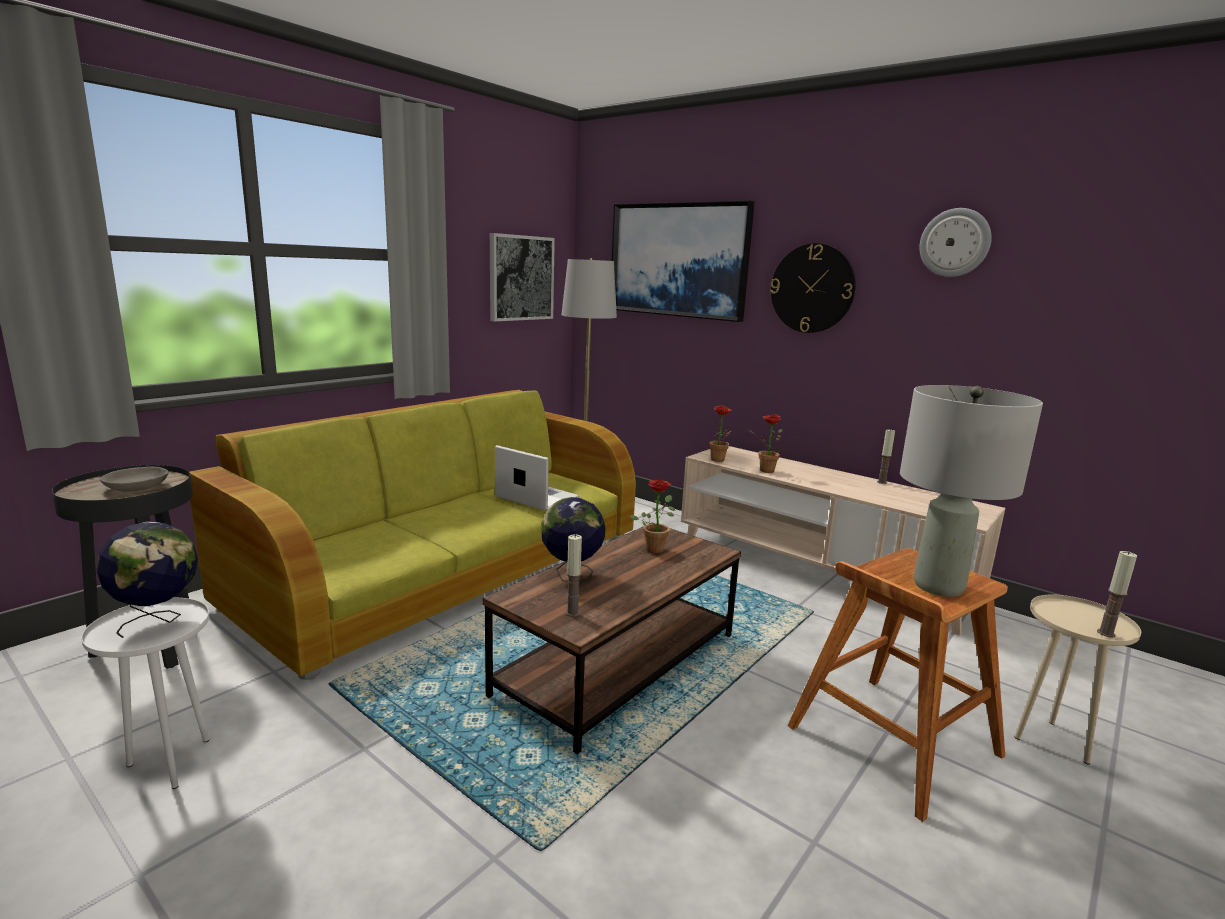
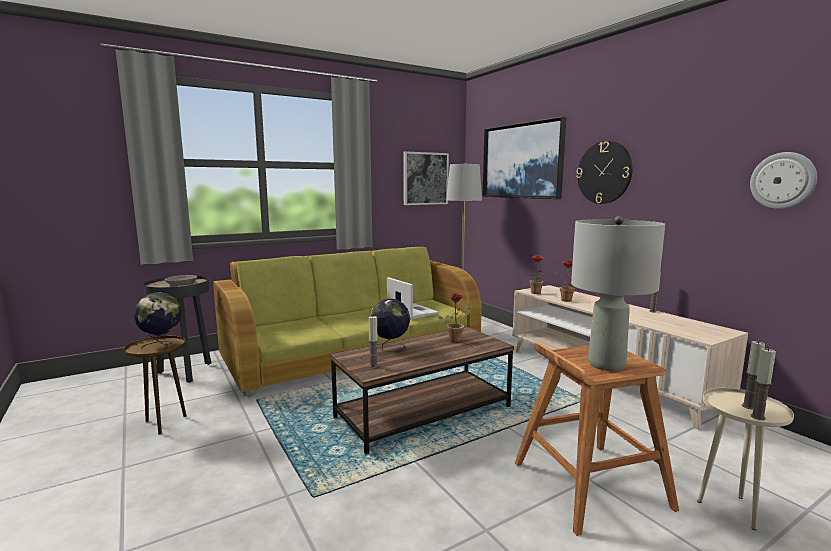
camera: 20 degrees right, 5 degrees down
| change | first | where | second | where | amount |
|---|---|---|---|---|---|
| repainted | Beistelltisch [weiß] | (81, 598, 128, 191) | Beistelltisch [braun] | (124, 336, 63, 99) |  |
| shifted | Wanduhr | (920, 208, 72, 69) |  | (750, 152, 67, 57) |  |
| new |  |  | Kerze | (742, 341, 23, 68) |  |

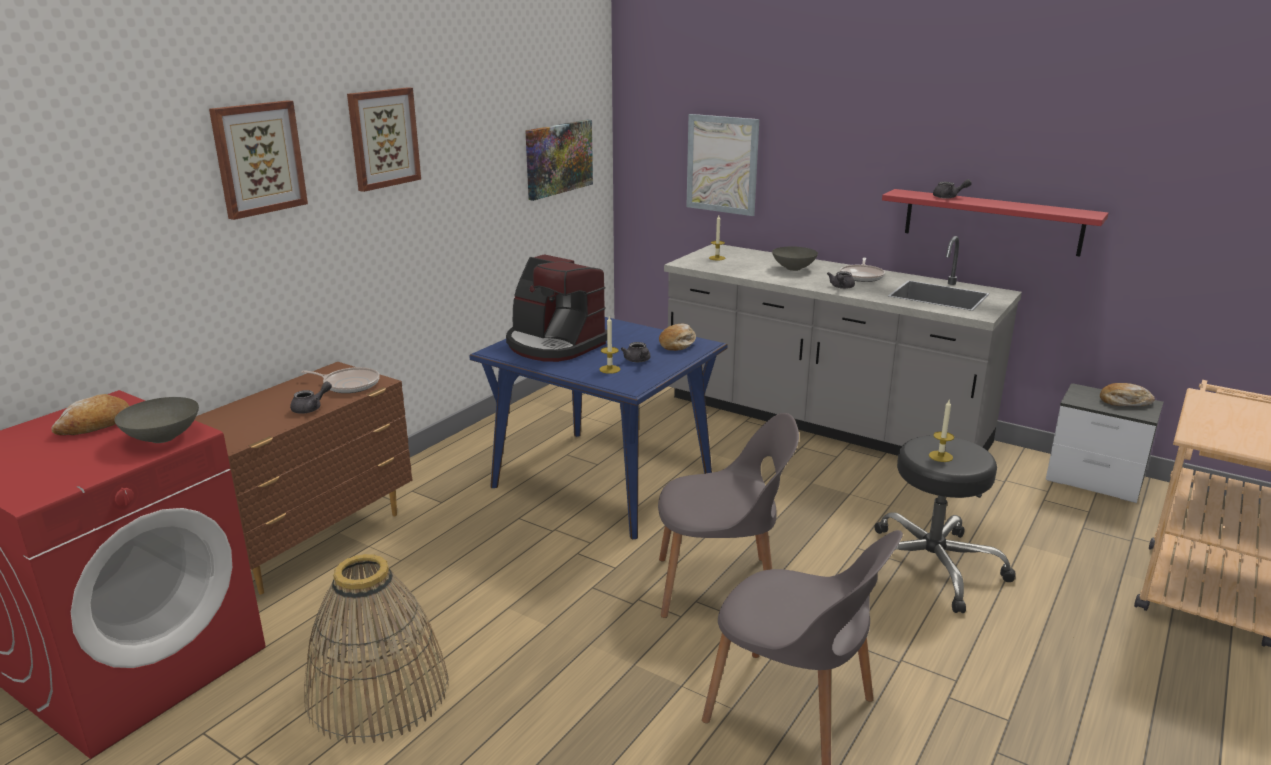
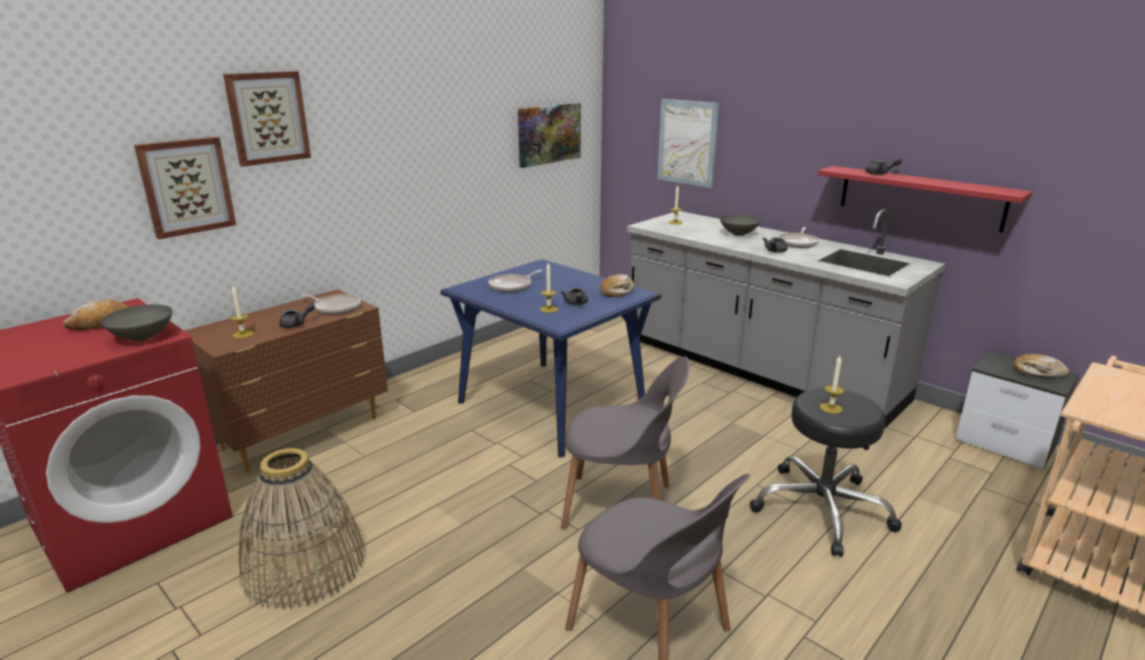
camera: 10 degrees right, 0 degrees up
| change | first | where | second | where | amount |
|---|---|---|---|---|---|
| shifted | Bild | (347, 87, 74, 105) |  | (134, 137, 102, 102) |  |
| swapped | Kaffeemaschine | (506, 254, 101, 108) | Pfanne | (489, 270, 54, 22) |  |
| new |  |  | Kerze | (230, 286, 24, 53) |  |

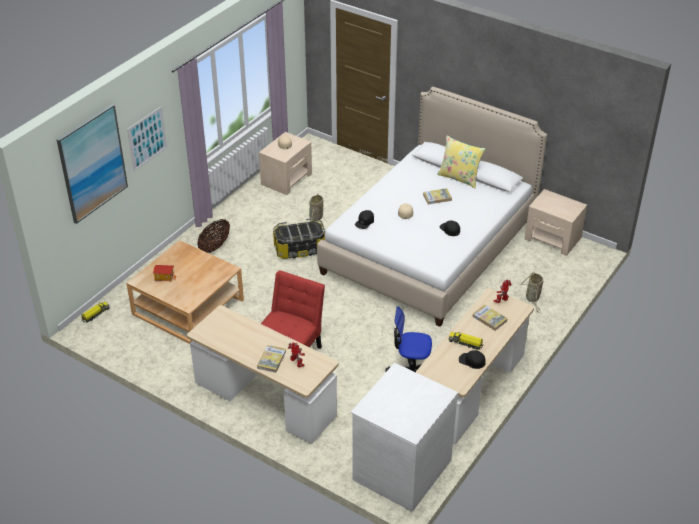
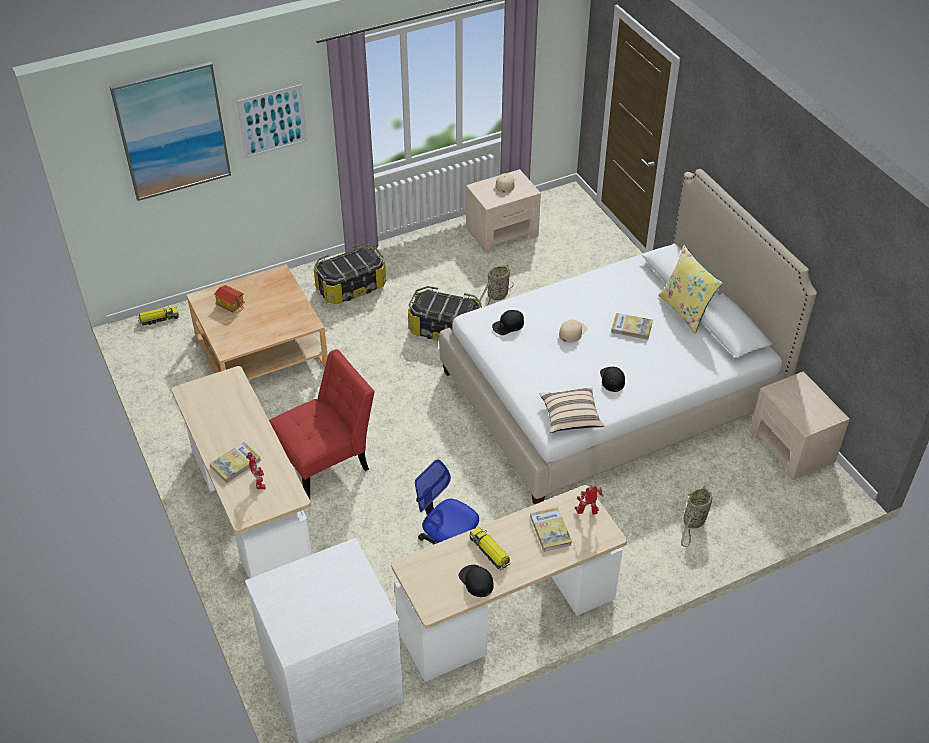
camera: 30 degrees right, 5 degrees up
| change | first | where | second | where | amount |
|---|---|---|---|---|---|
| swapped | Korb | (197, 219, 33, 34) | Aufbewahrungsbox | (314, 243, 72, 61) |  |
| new |  |  | Kissen [beige] | (540, 387, 65, 46) |  |

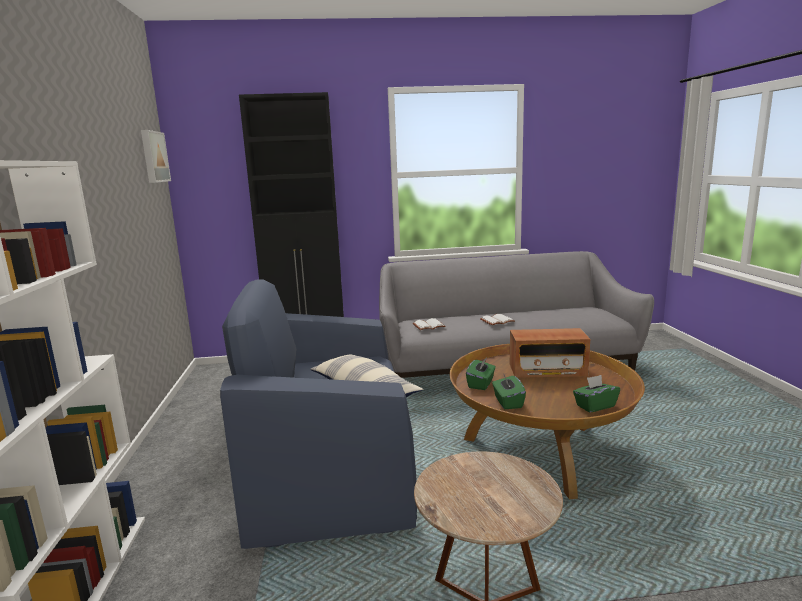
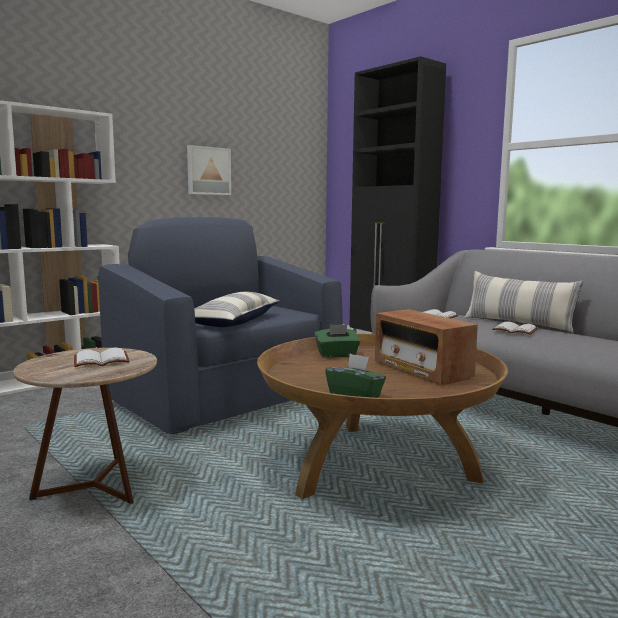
camera: 55 degrees right, 5 degrees down
| change | first | where | second | where | amount |
|---|---|---|---|---|---|
| shifted | Bild | (141, 130, 30, 53) |  | (187, 145, 44, 50) |  |
| gone | Taschentuchbox [grün] | (492, 375, 34, 34) |  |  |  |
| new |  |  | Buch [weiß] | (74, 348, 55, 19) |  |
| new |  |  | Kissen | (464, 271, 119, 62) |  |

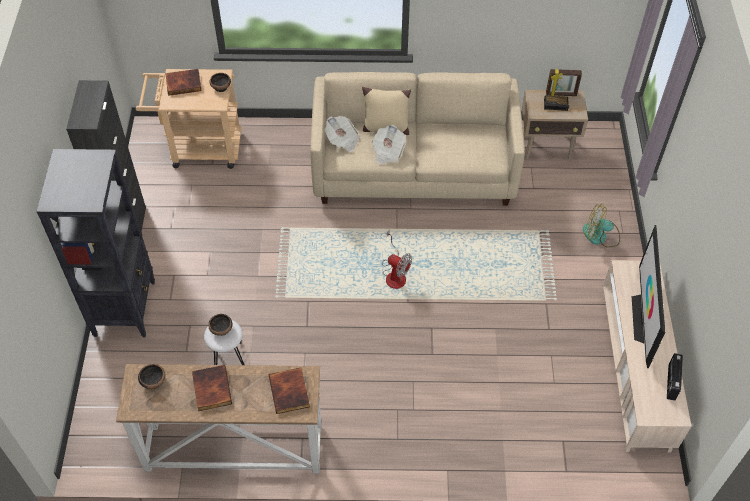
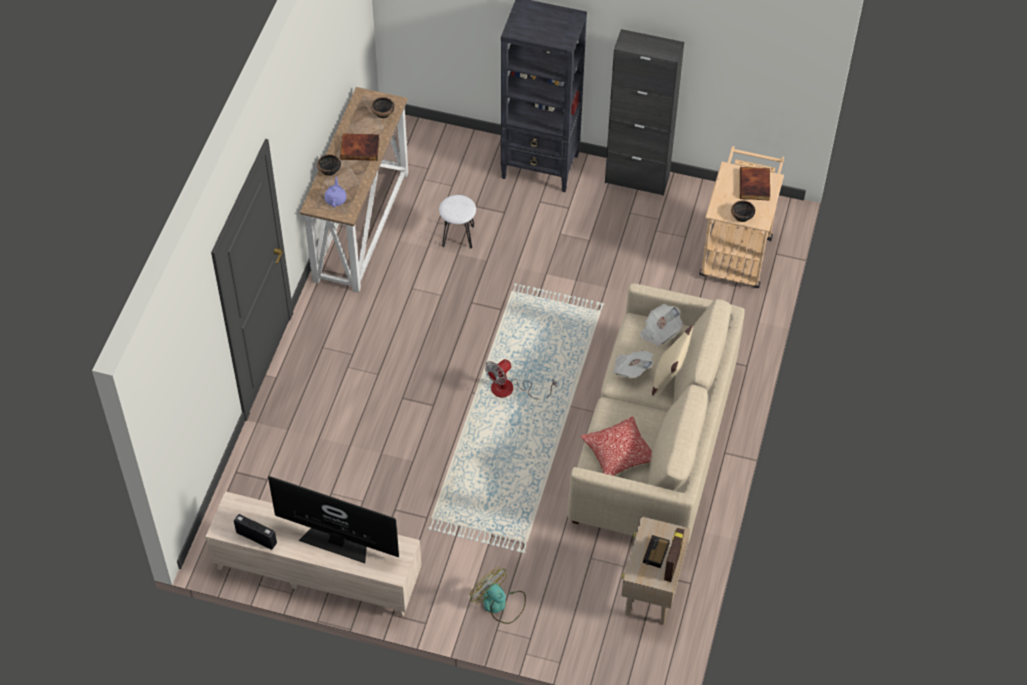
camera: 105 degrees right, 0 degrees up
| change | first | where | second | where | amount |
|---|---|---|---|---|---|
| shifted | Schüssel | (208, 314, 24, 22) |  | (317, 154, 24, 22) |  |
| swapped | Buch | (269, 368, 41, 46) | Teekanne [lila] | (325, 177, 22, 31) |  |
| rotated | Ventilator | (583, 204, 37, 43) |  | (470, 567, 56, 57) | 75 degrees counterclockwise |
| new |  |  | Kissen | (581, 416, 71, 60) |  |

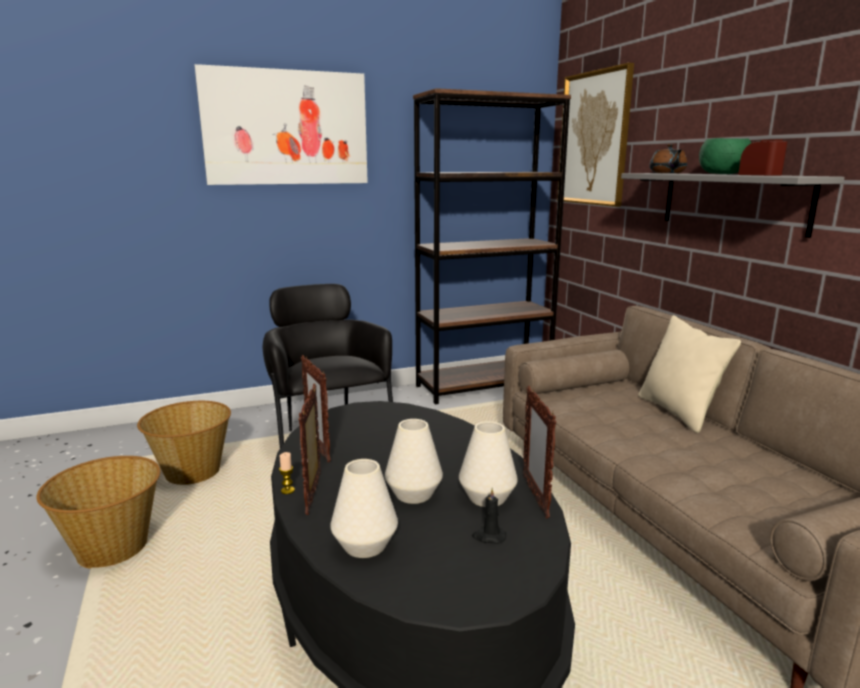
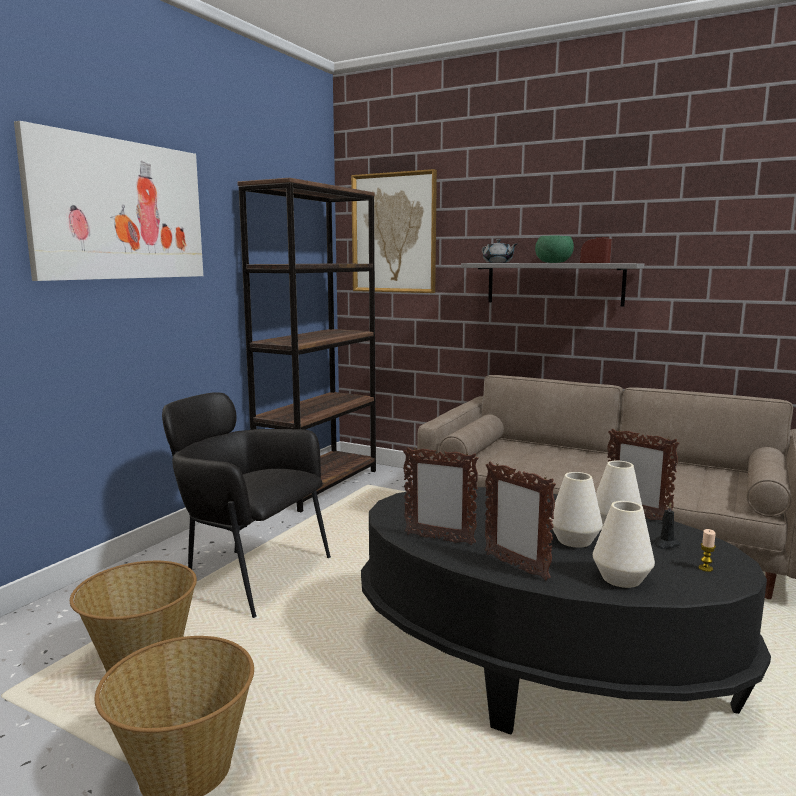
camera: 40 degrees left, 5 degrees down
| change | first | where | second | where | amount |
|---|---|---|---|---|---|
| shifted | Kerze | (279, 452, 16, 42) |  | (698, 529, 18, 43) |  |
| gone | Kissen [beige] | (638, 315, 103, 118) |  |  |  |
| repainted | Teekanne [braun] | (649, 144, 38, 29) | Teekanne [grau] | (482, 239, 35, 24) |  |

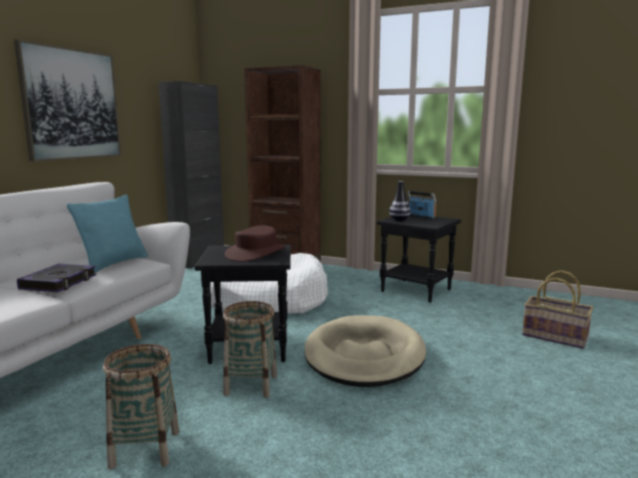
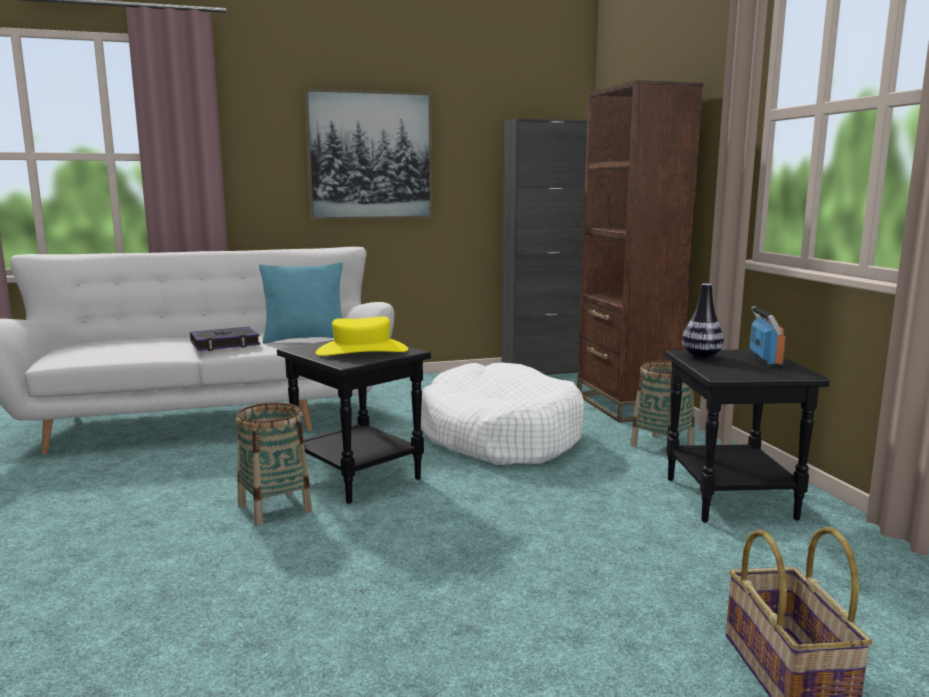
camera: 50 degrees right, 0 degrees up
| change | first | where | second | where | amount |
|---|---|---|---|---|---|
| shifted | Korb | (103, 344, 76, 125) |  | (630, 361, 64, 96) |  |
| repainted | Hut [braun] | (225, 225, 61, 37) | Hut [gelb] | (316, 317, 92, 39) |  |
| gone | Hundebett [beige] | (305, 315, 121, 72) |  |  |  |

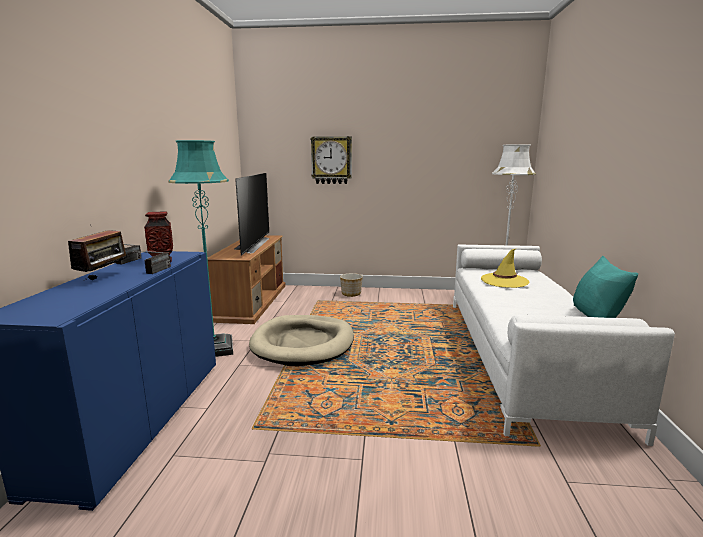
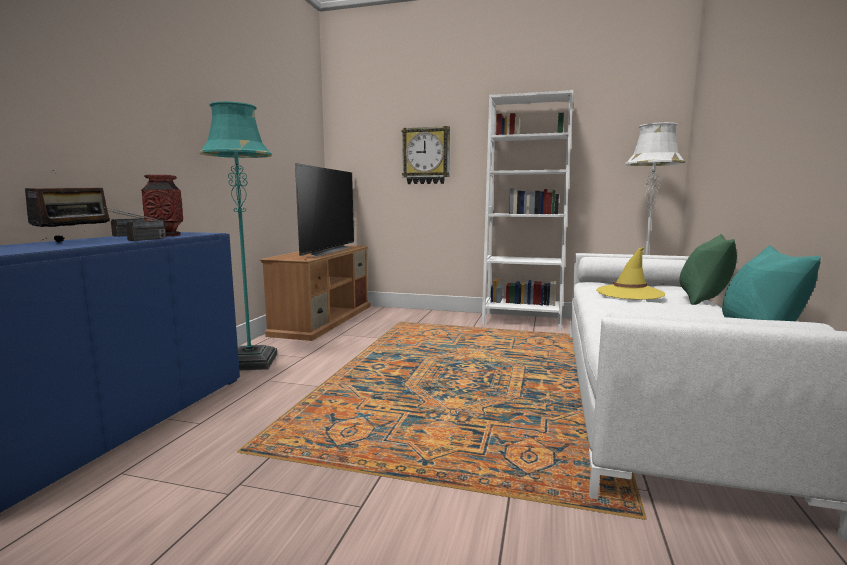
camera: 10 degrees right, 5 degrees down
| change | first | where | second | where | amount |
|---|---|---|---|---|---|
| gone | Hundebett [beige] | (249, 315, 105, 51) |  |  |  |
| gone | Pflanzkübel | (340, 273, 23, 24) |  |  |  |
| new |  |  | Bücherregal [weiß] | (482, 90, 91, 240) |  |
| new |  |  | Kissen [grün] | (679, 234, 58, 71) |  |

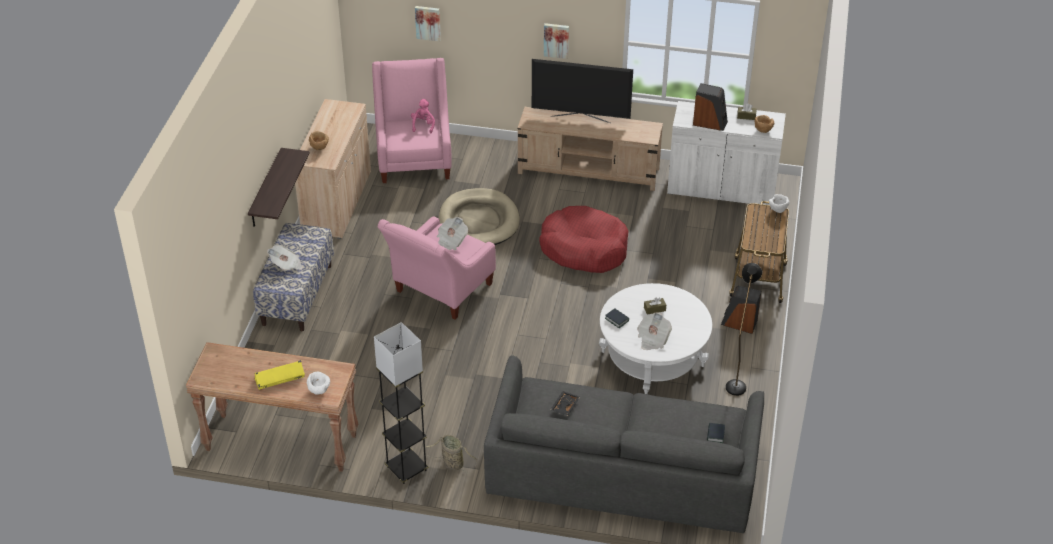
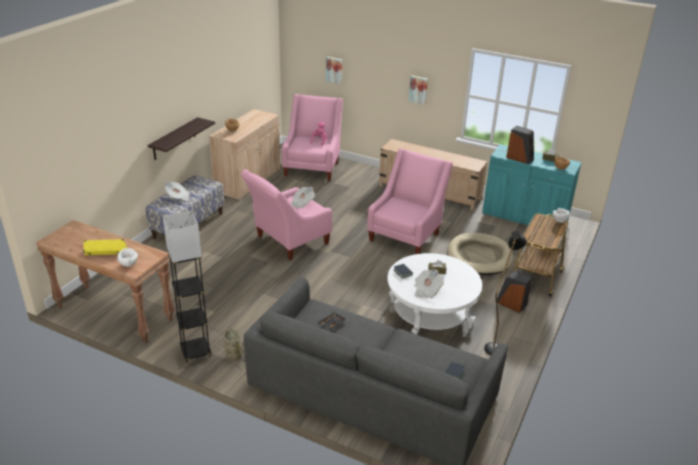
camera: 15 degrees right, 10 degrees down
| change | first | where | second | where | amount |
|---|---|---|---|---|---|
| shifted | Hundebett [beige] | (439, 188, 80, 57) |  | (447, 233, 66, 42) |  |
| gone | Fernseher | (532, 59, 101, 64) |  |  |  |
| swapped | Hundebett [rot] | (539, 206, 90, 67) | Sessel [rosa] | (367, 148, 86, 106) |  |
| repainted | Schrank [weiß] | (667, 101, 119, 104) | Schrank [türkis] | (482, 144, 100, 89) |  |

